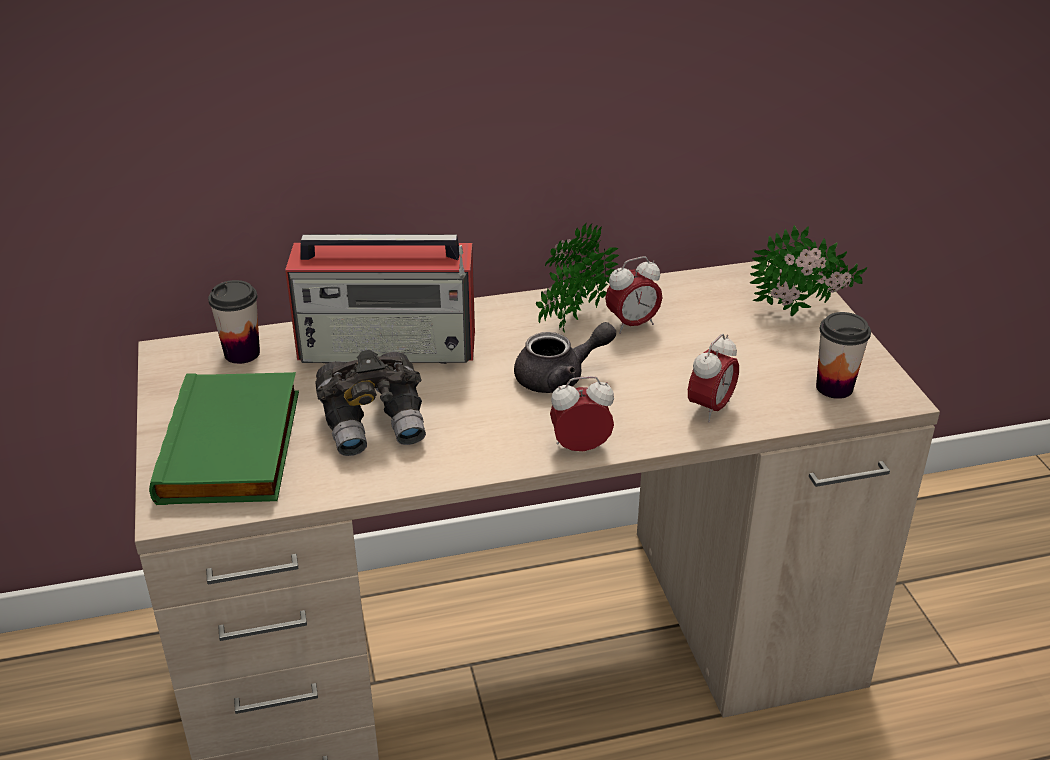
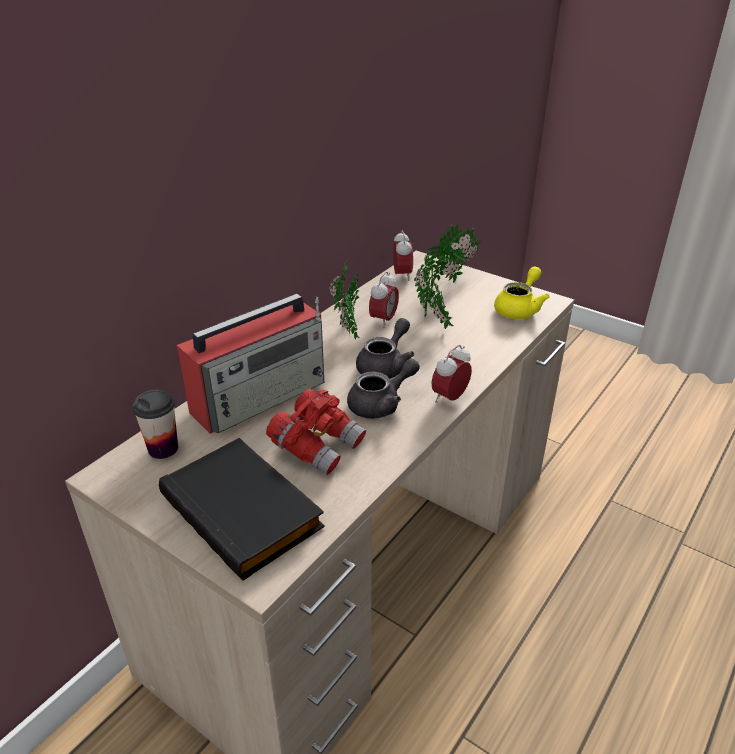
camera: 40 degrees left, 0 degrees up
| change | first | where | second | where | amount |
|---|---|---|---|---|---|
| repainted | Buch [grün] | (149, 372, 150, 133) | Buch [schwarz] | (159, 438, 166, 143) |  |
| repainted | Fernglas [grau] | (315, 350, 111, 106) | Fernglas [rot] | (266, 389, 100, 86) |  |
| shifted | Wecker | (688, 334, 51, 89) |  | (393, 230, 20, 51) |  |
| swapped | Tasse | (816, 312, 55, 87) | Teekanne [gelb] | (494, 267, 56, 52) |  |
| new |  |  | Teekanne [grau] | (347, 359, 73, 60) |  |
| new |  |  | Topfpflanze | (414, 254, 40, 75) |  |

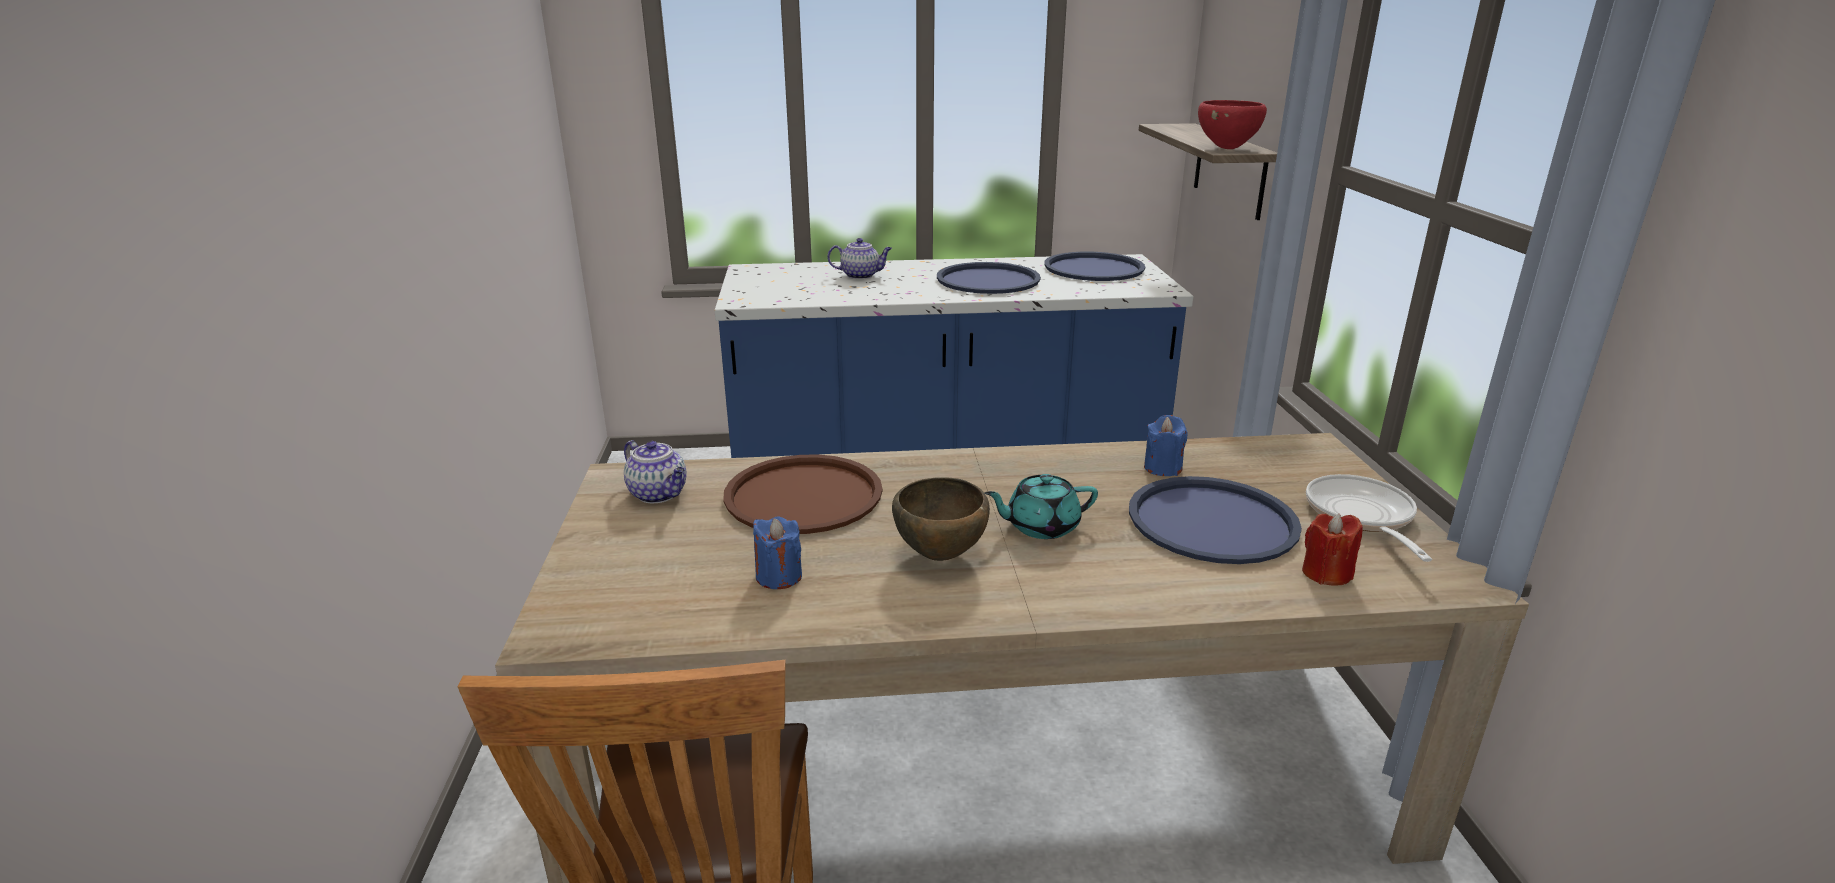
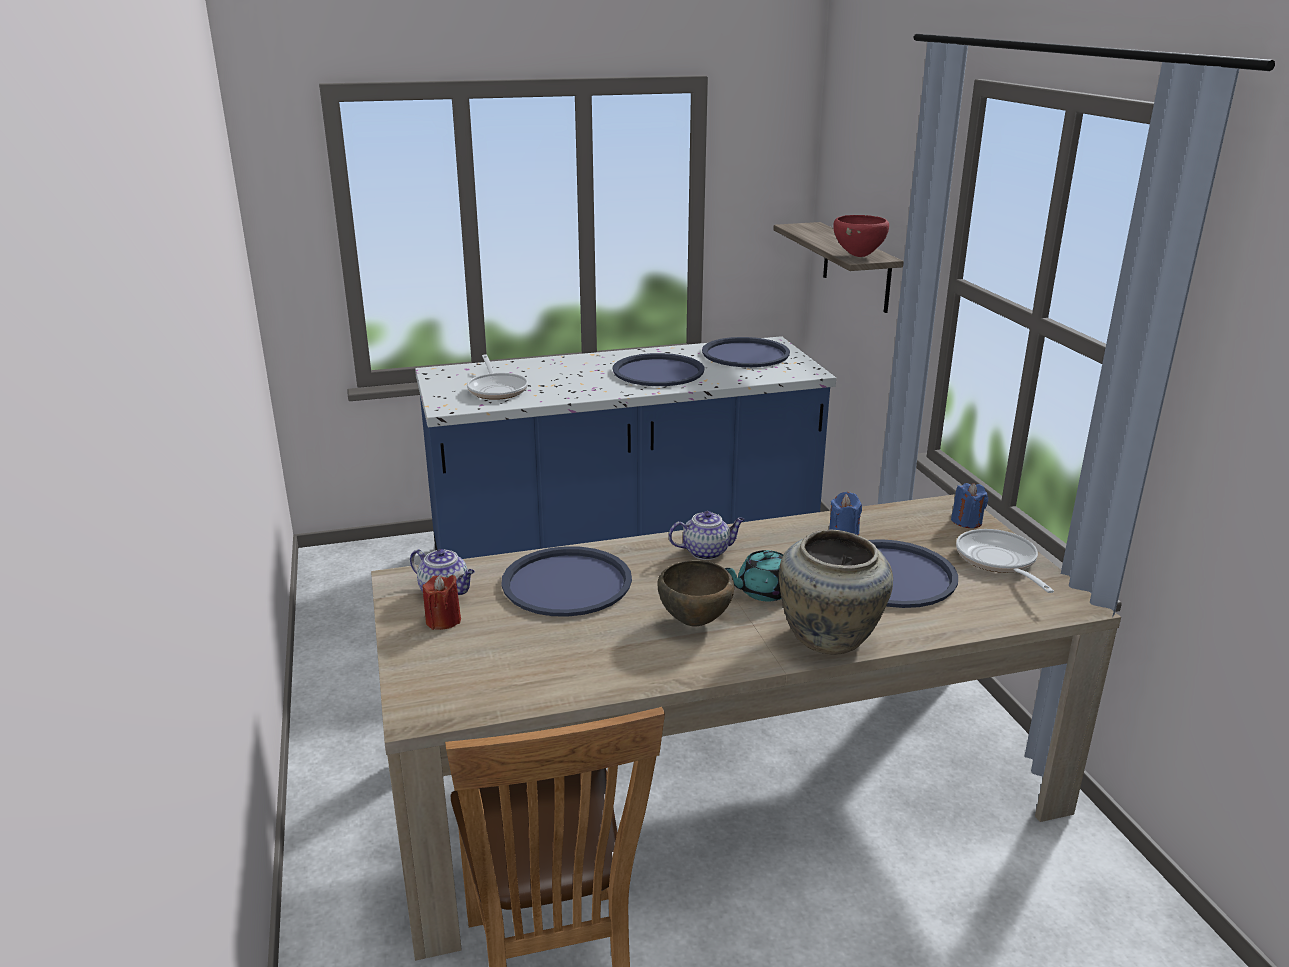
camera: 10 degrees left, 0 degrees up
| change | first | where | second | where | amount |
|---|---|---|---|---|---|
| repainted | Tablett [braun] | (723, 455, 160, 79) | Tablett [blau] | (501, 546, 131, 71) |  |
| shifted | Kerze [blau] | (753, 516, 49, 73) |  | (951, 483, 37, 45) |  |
| shifted | Teekanne | (827, 238, 65, 41) |  | (669, 511, 76, 49) |  |
| shifted | Kerze [rot] | (1302, 513, 61, 72) |  | (422, 575, 39, 55) |  |
| new |  |  | Pfanne | (467, 354, 61, 46) |  |
| new |  |  | Vase [beige] | (779, 530, 114, 125) |  |

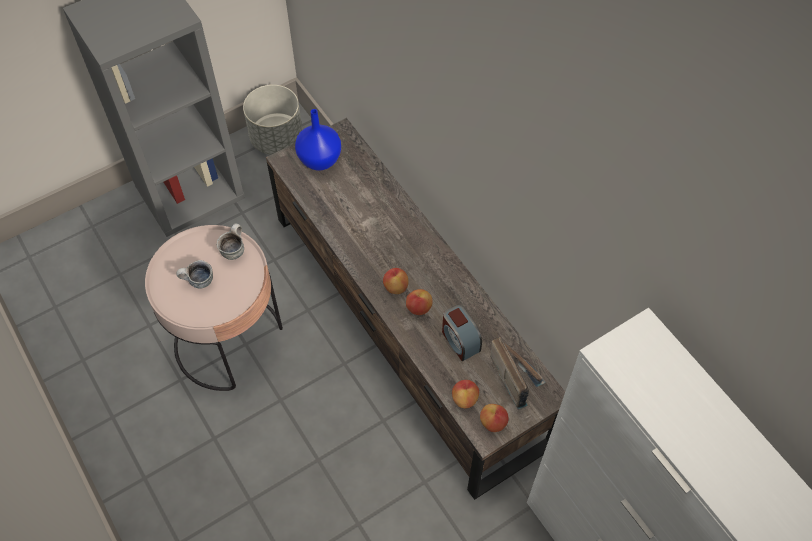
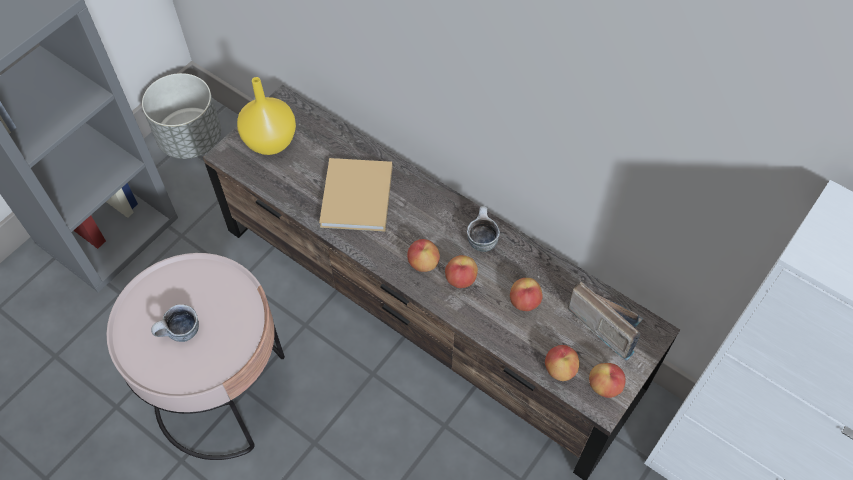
camera: 20 degrees left, 0 degrees up
| change | first | where | second | where | amount |
|---|---|---|---|---|---|
| shifted | Henkelbecher | (217, 223, 27, 37) |  | (467, 206, 33, 46) |  |
| repainted | Vase [blau] | (295, 109, 46, 62) | Vase [gelb] | (237, 77, 59, 78) |  |
| swapped | Wecker | (442, 305, 40, 56) | Apfel | (510, 278, 33, 33) |  |
| new |  |  | Buch [beige] | (319, 158, 73, 74) |  |

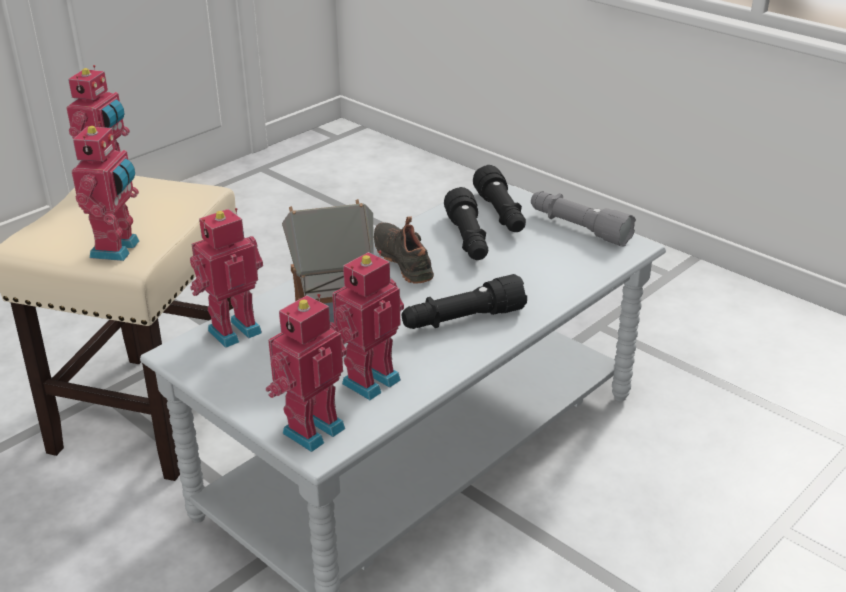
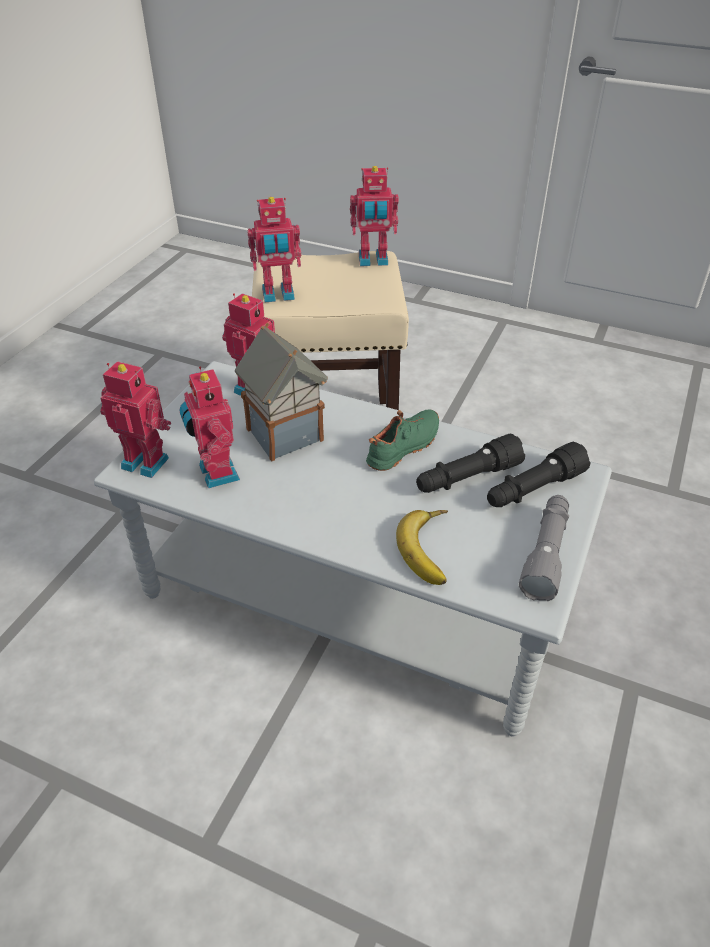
camera: 70 degrees right, 10 degrees up
| change | first | where | second | where | amount |
|---|---|---|---|---|---|
| rotated | Spielzeugroboter | (332, 251, 72, 149) |  | (179, 366, 61, 122) | 135 degrees counterclockwise |
| repainted | Schuh [schwarz] | (374, 216, 60, 68) | Schuh [grün] | (366, 410, 73, 61) |  |
| gone | Taschenlampe [schwarz] | (402, 274, 125, 55) |  |  |  |
| new |  |  | Banane | (396, 510, 52, 75) |  |

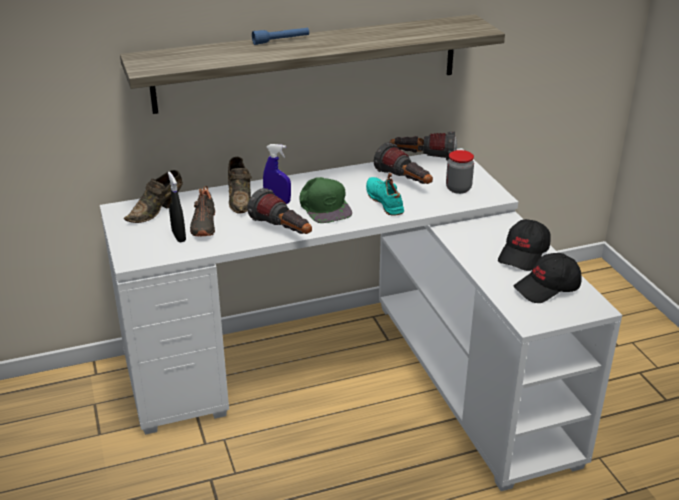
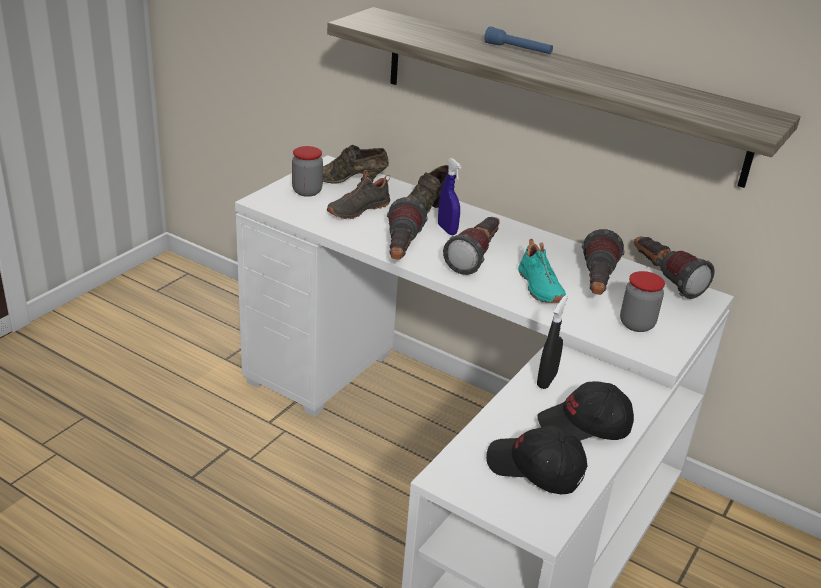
camera: 50 degrees right, 0 degrees up
| change | first | where | second | where | amount |
|---|---|---|---|---|---|
| shifted | Sprühflasche [schwarz] | (168, 172, 18, 70) |  | (537, 295, 31, 94) |  |
| swapped | Kappe [grün] | (300, 177, 52, 46) | Taschenlampe | (443, 217, 57, 58) |  |
| rotated | Schuh [türkis] | (366, 173, 38, 43) |  | (518, 239, 48, 64) | 135 degrees clockwise |
| new |  |  | Vorratsglas | (292, 146, 31, 51) |  |

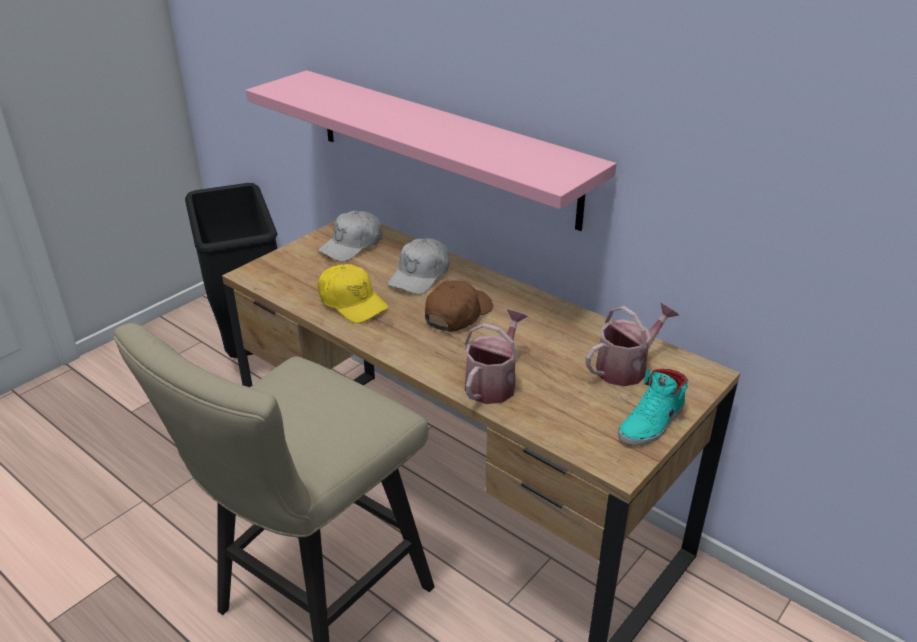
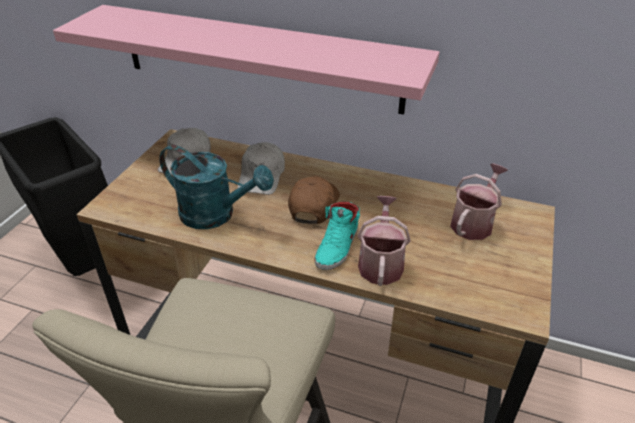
camera: 20 degrees left, 5 degrees up
| change | first | where | second | where | amount |
|---|---|---|---|---|---|
| swapped | Kappe [gelb] | (318, 264, 71, 59) | Gießkanne [türkis] | (159, 145, 115, 84) |  |
| shifted | Schuh [türkis] | (618, 369, 70, 77) |  | (315, 201, 45, 69) |  |

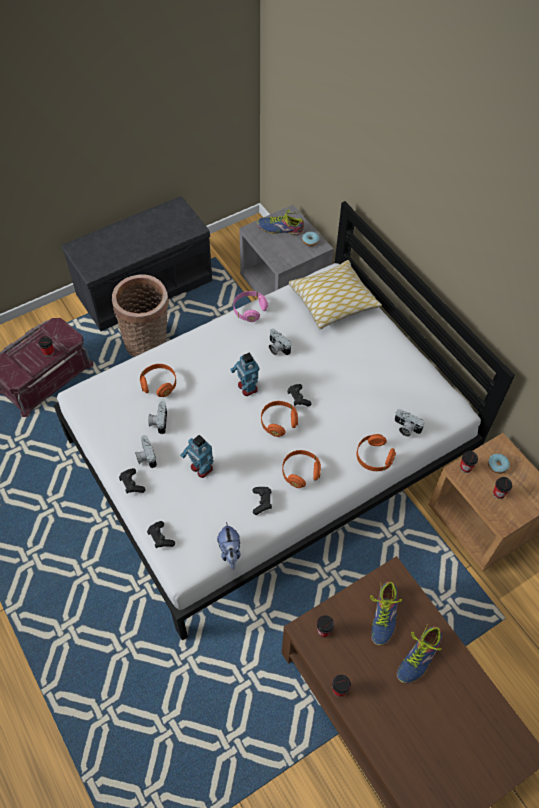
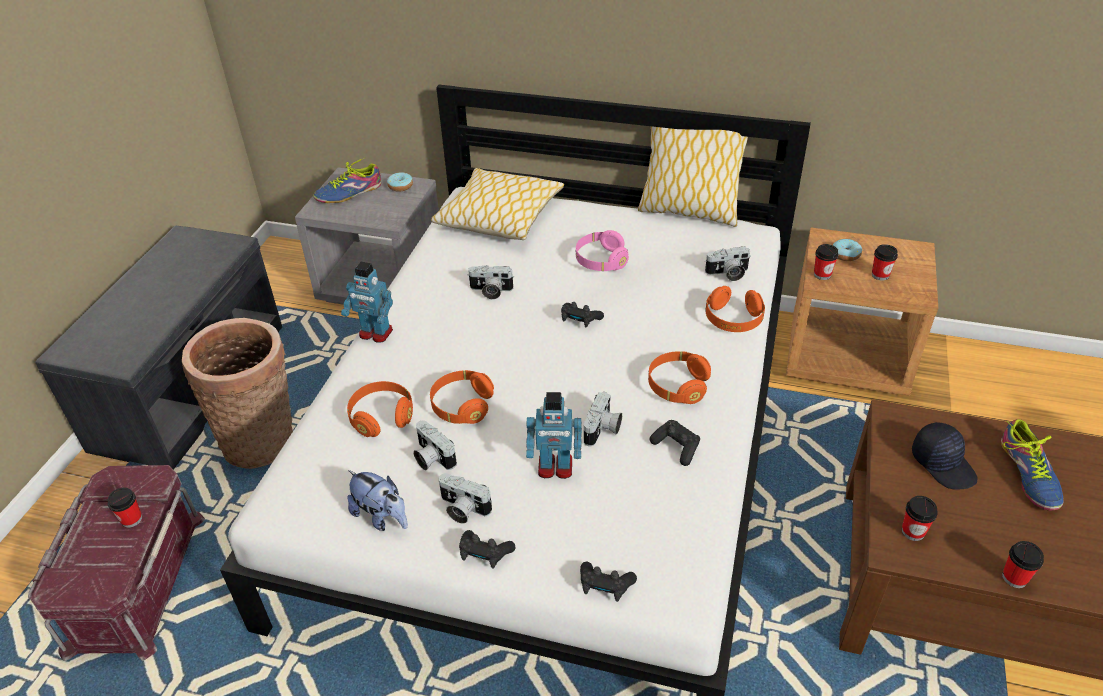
camera: 40 degrees left, 15 degrees down
| change | first | where | second | where | amount |
|---|---|---|---|---|---|
| shifted | Plüschtier | (217, 522, 24, 48) |  | (347, 470, 61, 61) |  |
| shifted | Spielzeugroboter | (230, 352, 29, 44) |  | (341, 262, 52, 81) |  |
| shifted | Kopfhörer [rosa] | (233, 291, 35, 31) |  | (576, 230, 53, 41) |  |
| shifted | Kopfhörer [orange] | (261, 401, 37, 36) |  | (430, 370, 64, 54) |  |
| swapped | Schuh | (370, 581, 32, 65) | Kappe [schwarz] | (912, 422, 66, 68) |  |
| new |  |  | Kamera | (584, 392, 38, 55) |  |
| new |  |  | Kissen | (638, 126, 110, 101) |  |

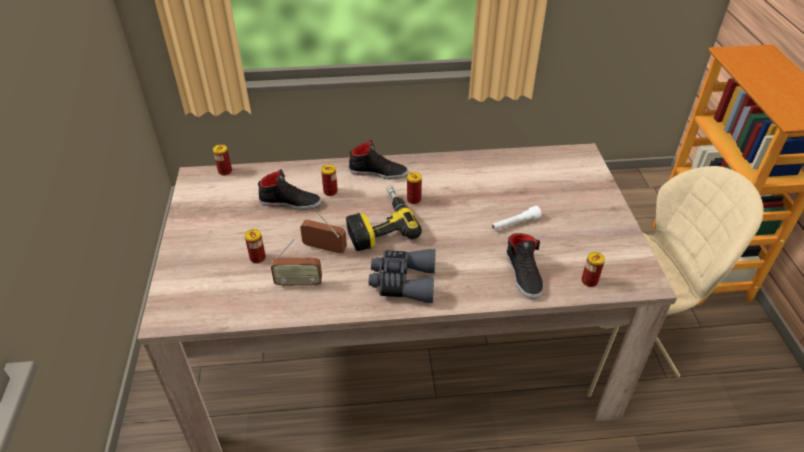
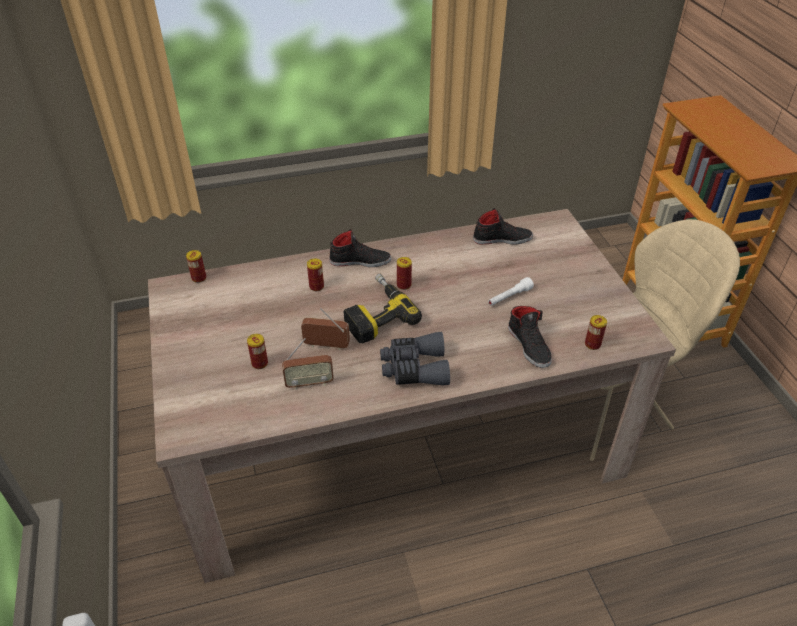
camera: 10 degrees left, 0 degrees up
| change | first | where | second | where | amount |
|---|---|---|---|---|---|
| shifted | Schuh [schwarz] | (258, 169, 63, 41) |  | (473, 208, 60, 36) |  |

